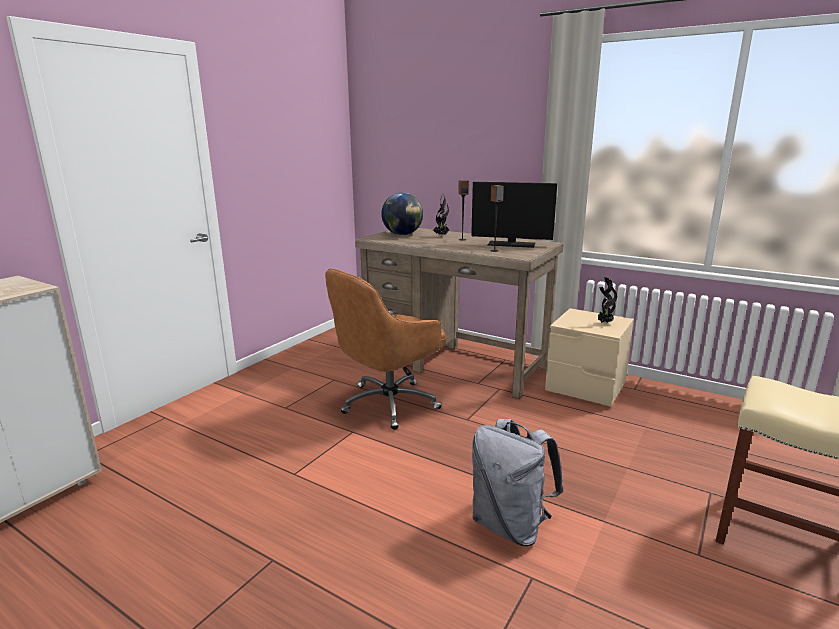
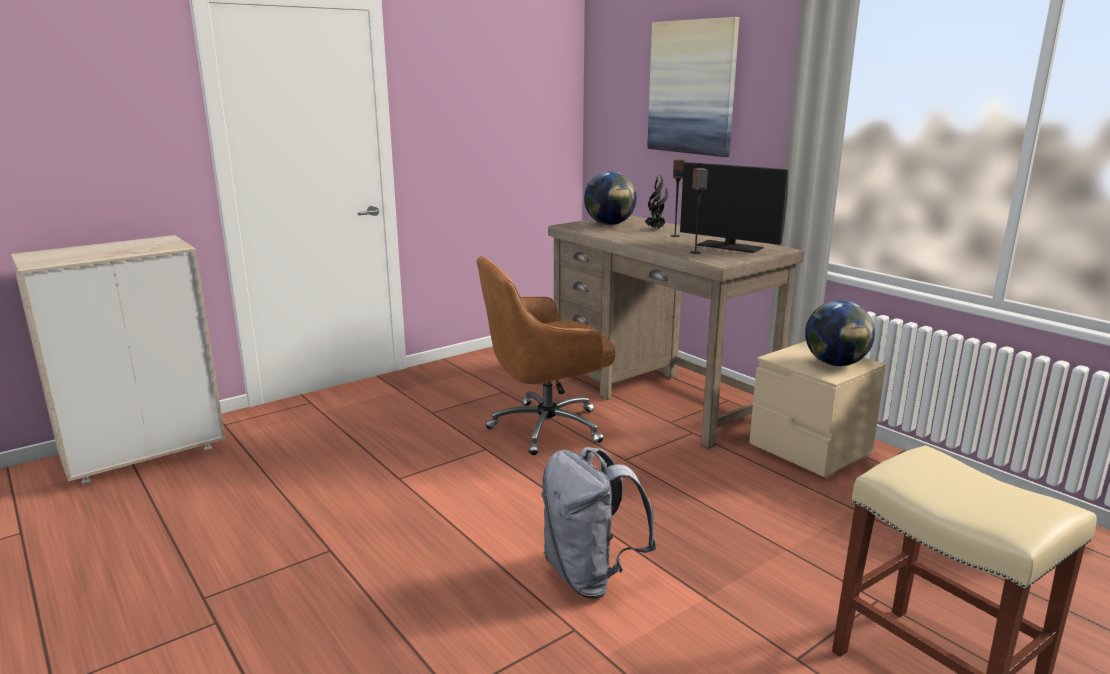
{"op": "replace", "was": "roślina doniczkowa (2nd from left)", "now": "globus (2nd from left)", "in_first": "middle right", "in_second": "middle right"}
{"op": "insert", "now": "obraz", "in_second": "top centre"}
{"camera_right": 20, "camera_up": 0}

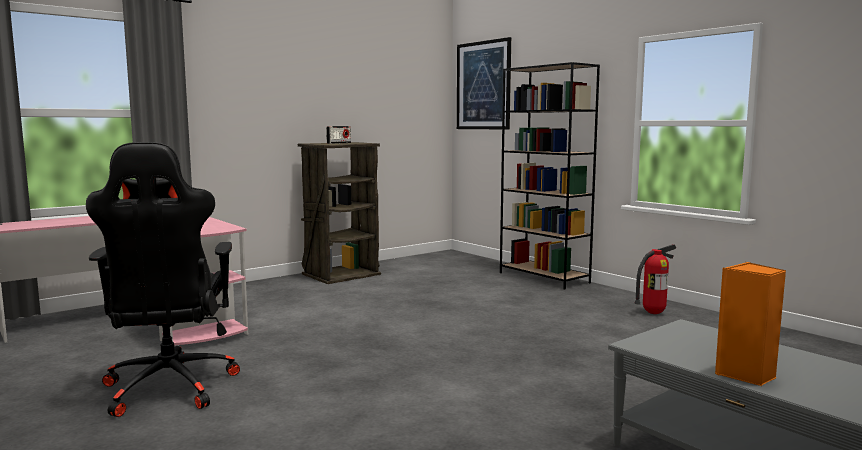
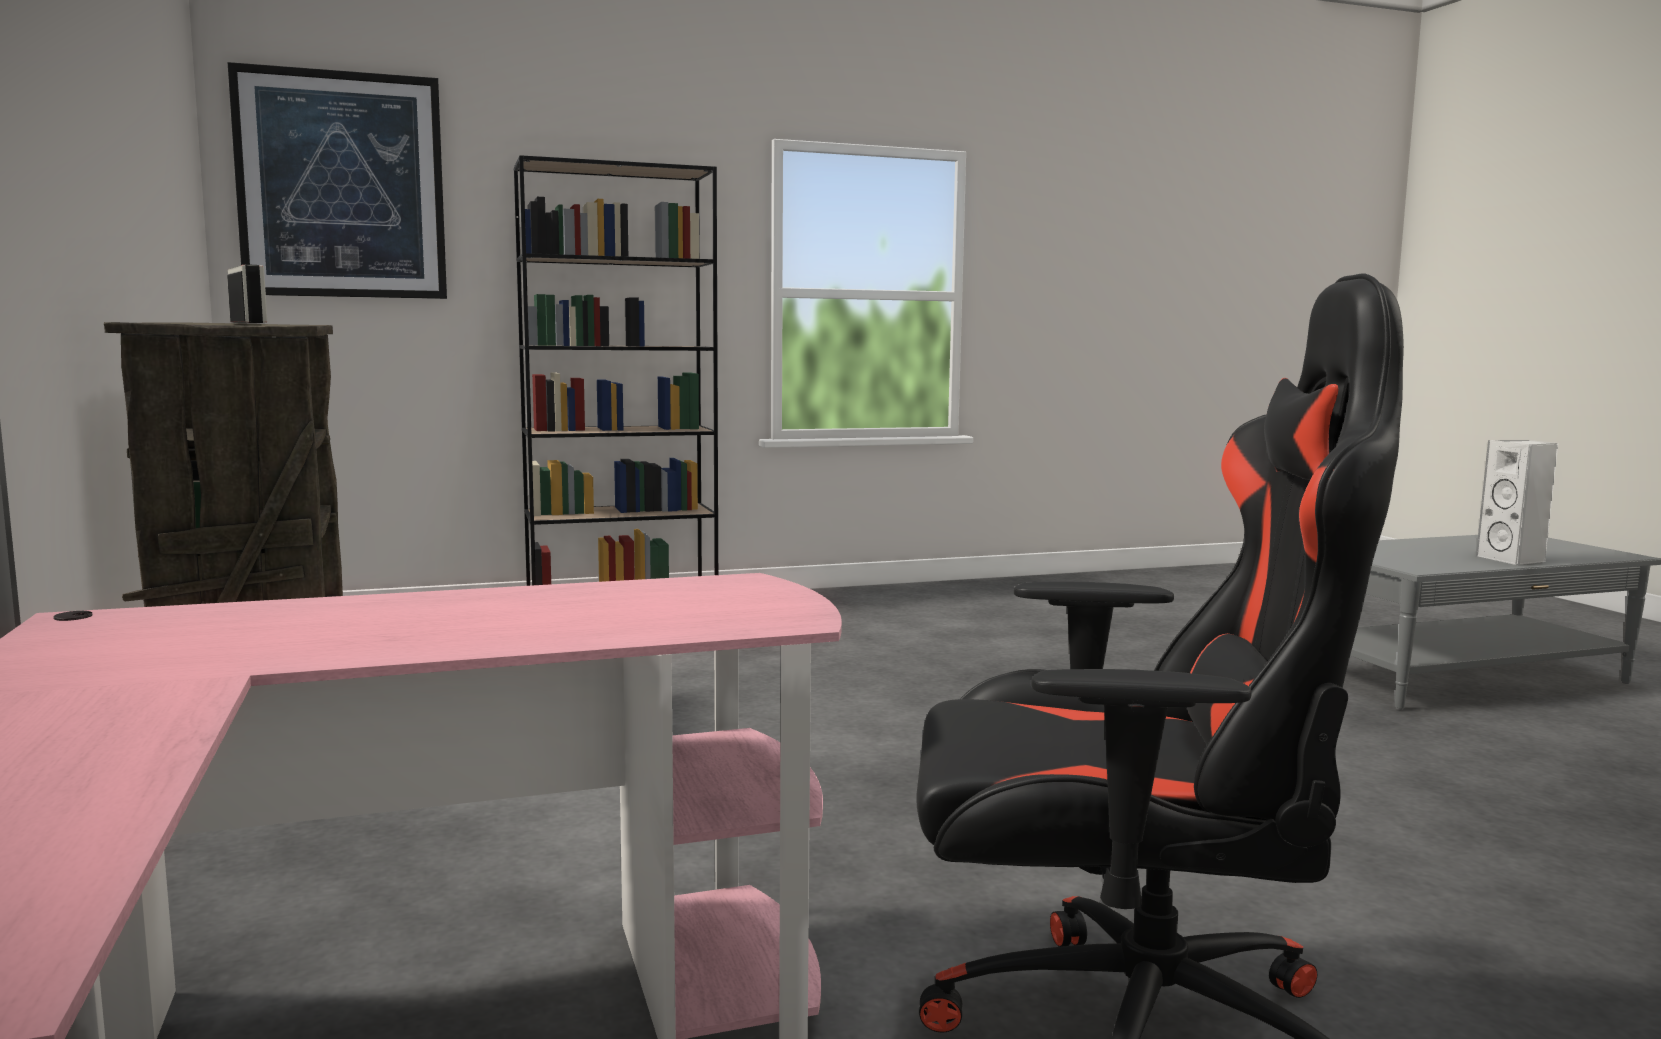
{"op": "delete", "was": "gaśnica", "in_first": "middle right"}
{"op": "recolor", "was": "głośnik/pomarańczowy", "now": "głośnik/biały", "in_first": "bottom right", "in_second": "middle right"}
{"camera_right": -70, "camera_up": 0}

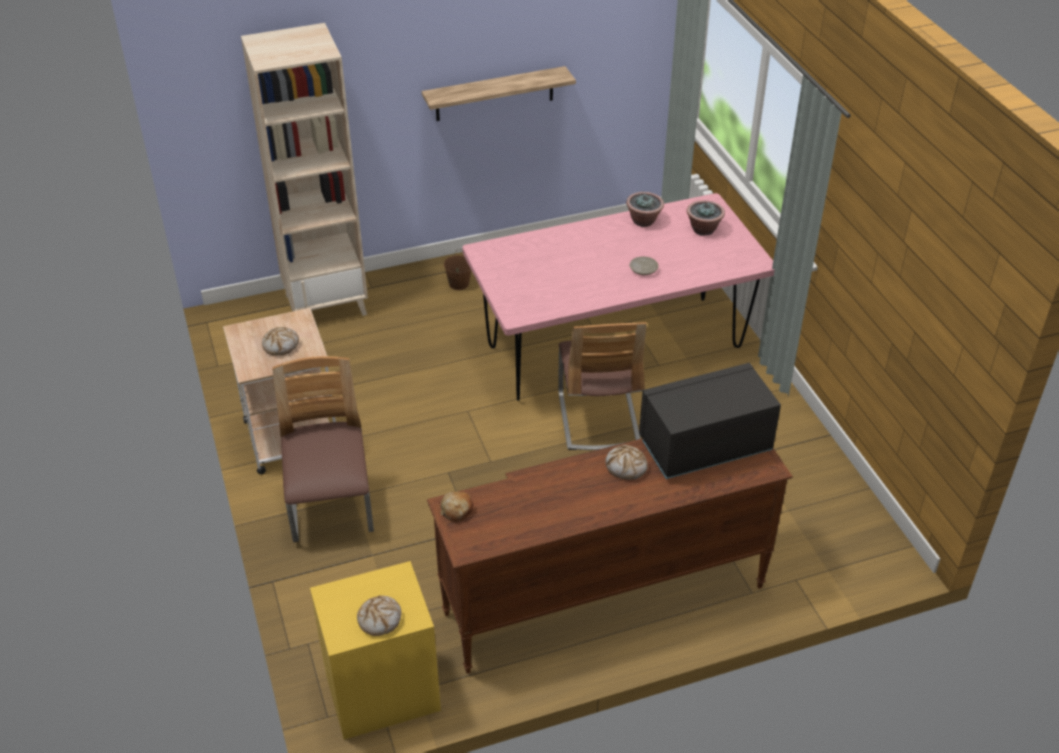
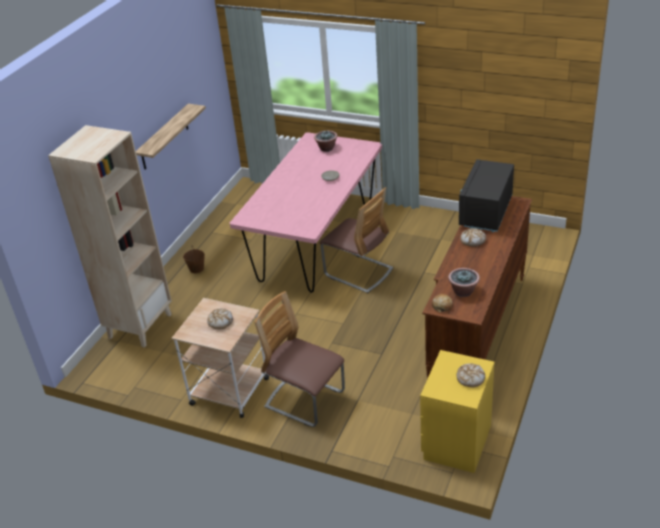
{"op": "move", "was": "roślina doniczkowa (1st from left in the first image)", "now": "roślina doniczkowa (2nd from left)", "in_first": "top centre", "in_second": "middle right"}
{"camera_right": -45, "camera_up": -5}

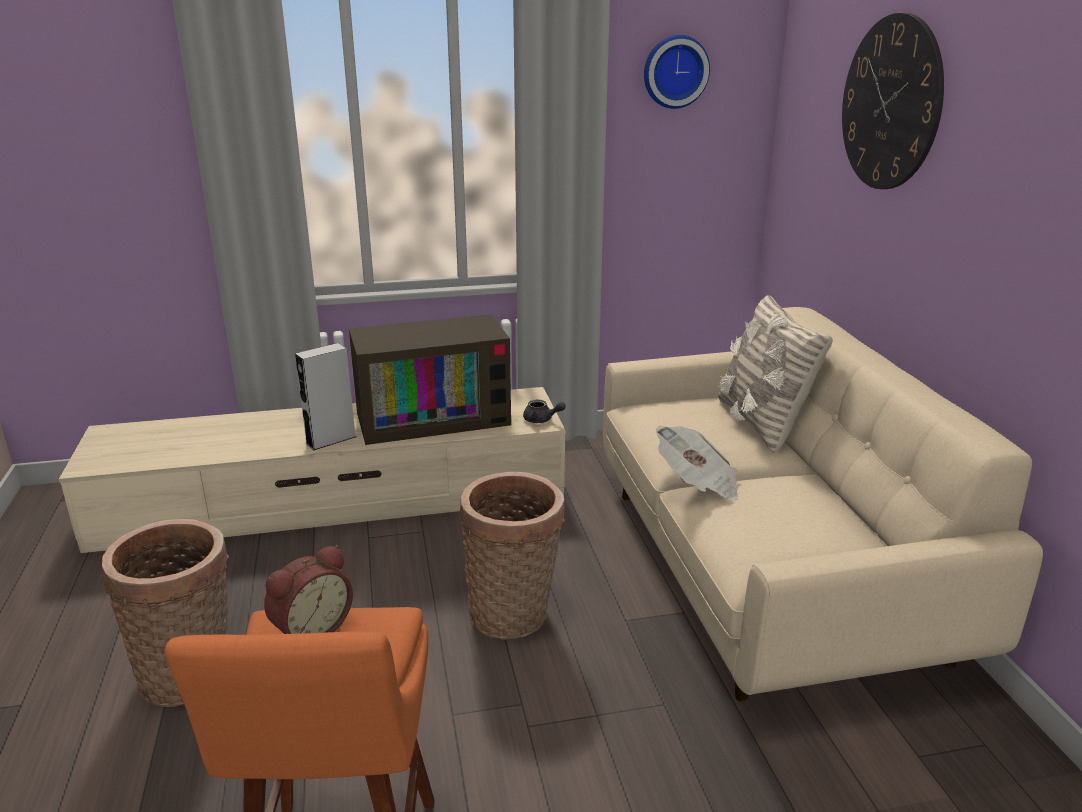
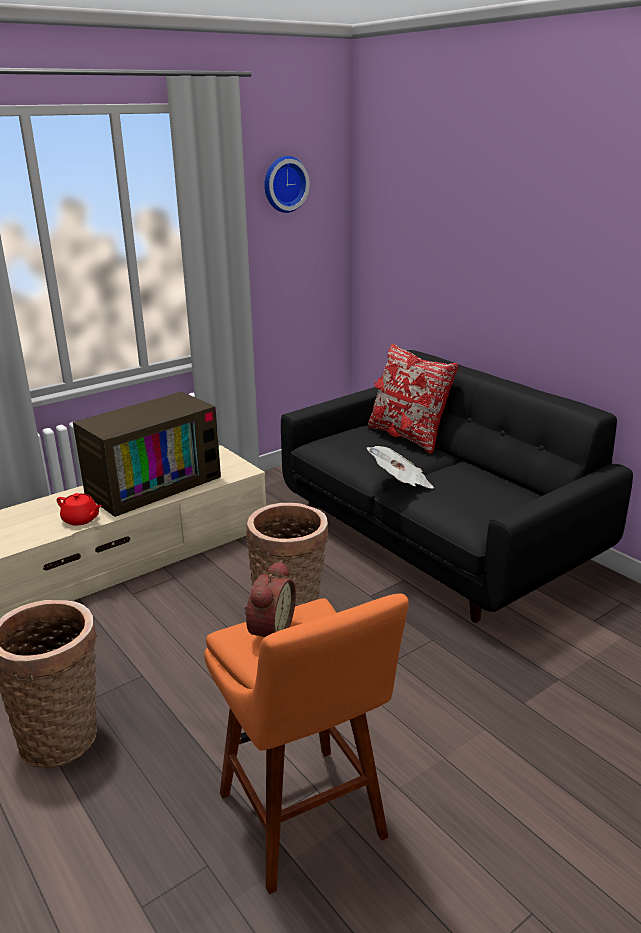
{"op": "replace", "was": "głośnik/szary", "now": "imbryk/czerwony", "in_first": "middle left", "in_second": "middle left"}
{"op": "delete", "was": "imbryk/szary", "in_first": "centre"}
{"op": "recolor", "was": "kanapa/beżowy", "now": "kanapa/czarny", "in_first": "middle right", "in_second": "middle right"}
{"op": "recolor", "was": "poduszka/beżowy", "now": "poduszka/czerwony", "in_first": "middle right", "in_second": "centre"}
{"op": "delete", "was": "zegar ścienny (2nd from left)", "in_first": "top right"}
{"camera_right": -25, "camera_up": 0}

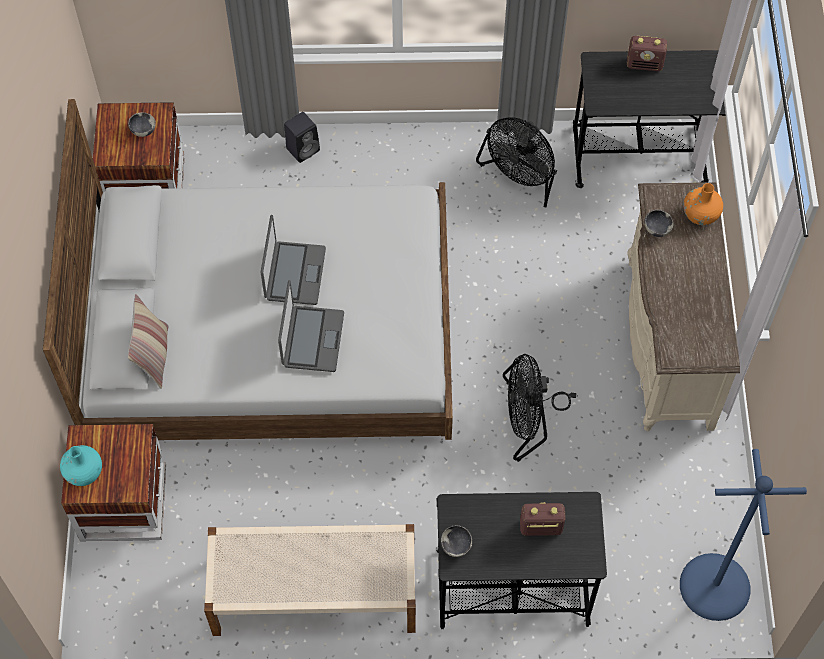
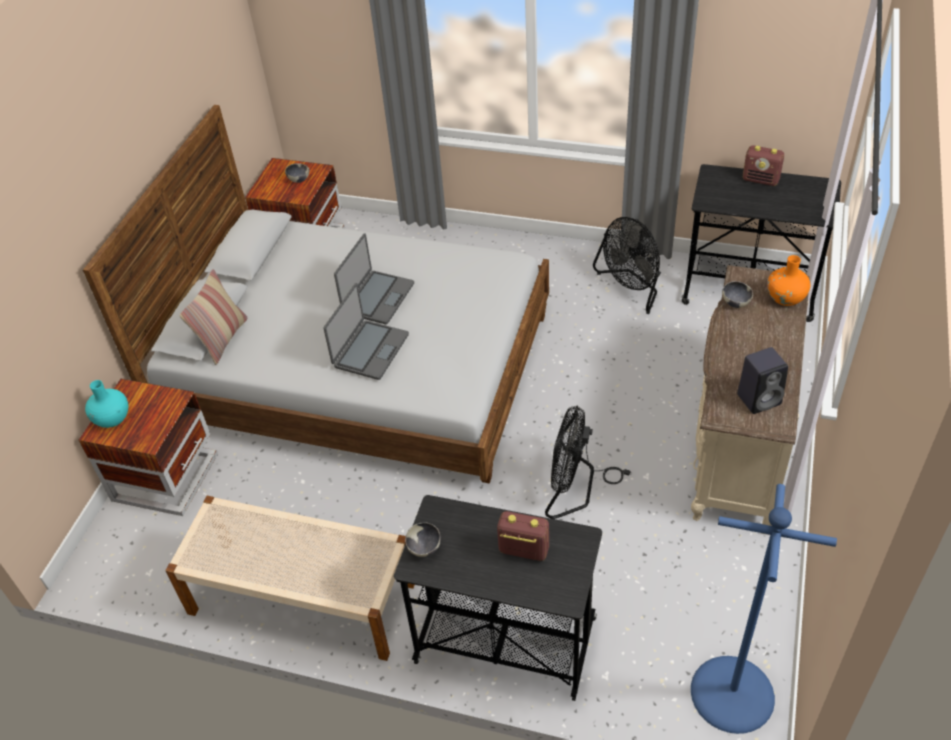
{"op": "move", "was": "głośnik/czarny", "in_first": "top centre", "in_second": "middle right"}
{"camera_right": 20, "camera_up": -15}

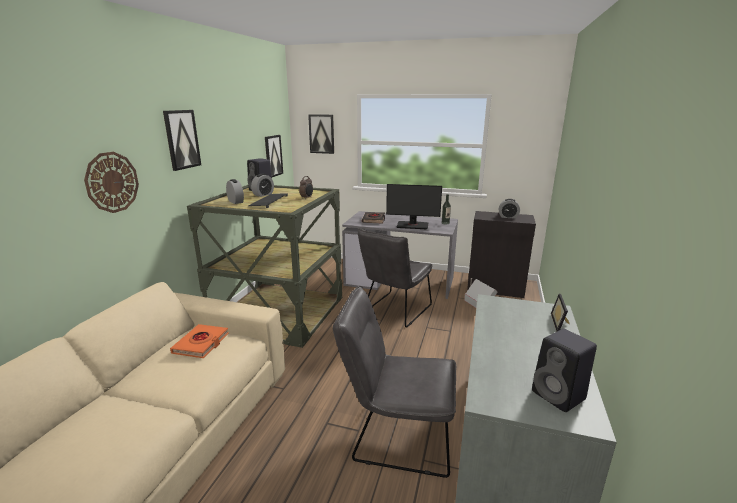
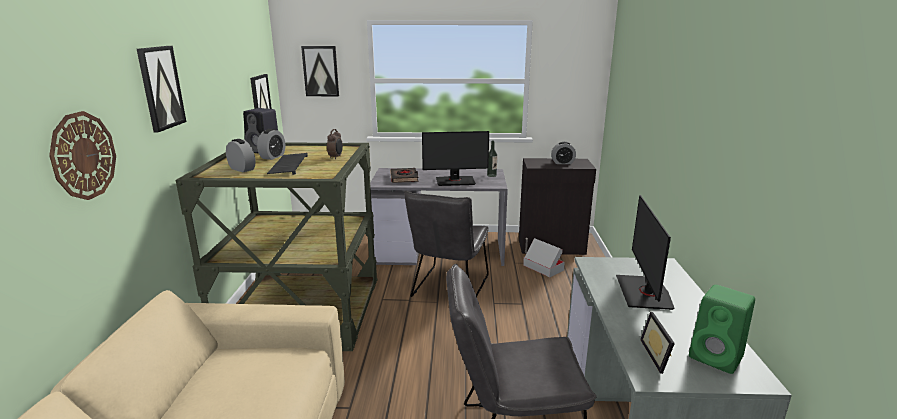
{"op": "delete", "was": "książka/pomarańczowy", "in_first": "bottom left"}
{"op": "recolor", "was": "głośnik/czarny (2nd from left)", "now": "głośnik/zielony", "in_first": "bottom right", "in_second": "bottom right"}
{"op": "move", "was": "ramka na zdjęcie", "in_first": "middle right", "in_second": "bottom right"}
{"op": "insert", "now": "monitor (2nd from left)", "in_second": "middle right"}
{"camera_right": -15, "camera_up": 0}

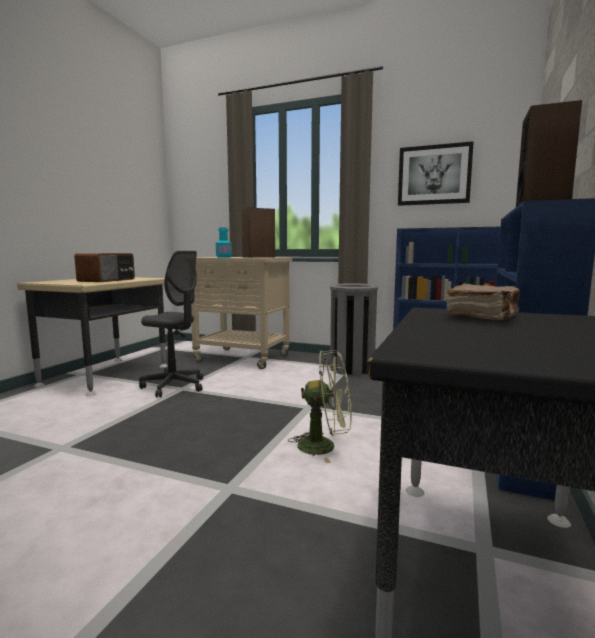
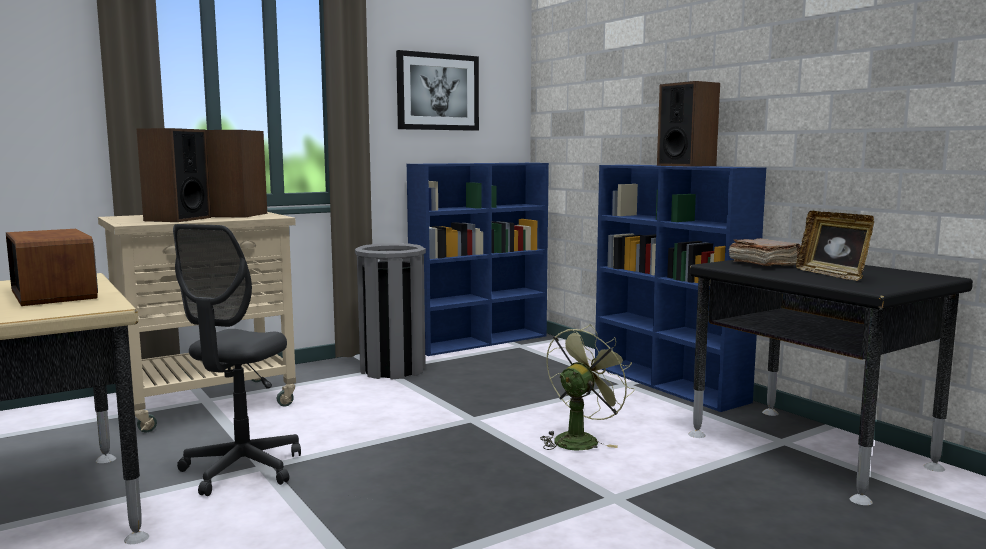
{"op": "rotate", "was": "krzesło biurowe/szary", "in_first": "middle left", "in_second": "middle left", "clockwise": 135}
{"op": "replace", "was": "butelka/turkusowy", "now": "głośnik (1st from left)", "in_first": "centre", "in_second": "top left"}
{"op": "insert", "now": "ramka na zdjęcie", "in_second": "middle right"}
{"camera_right": -55, "camera_up": 0}

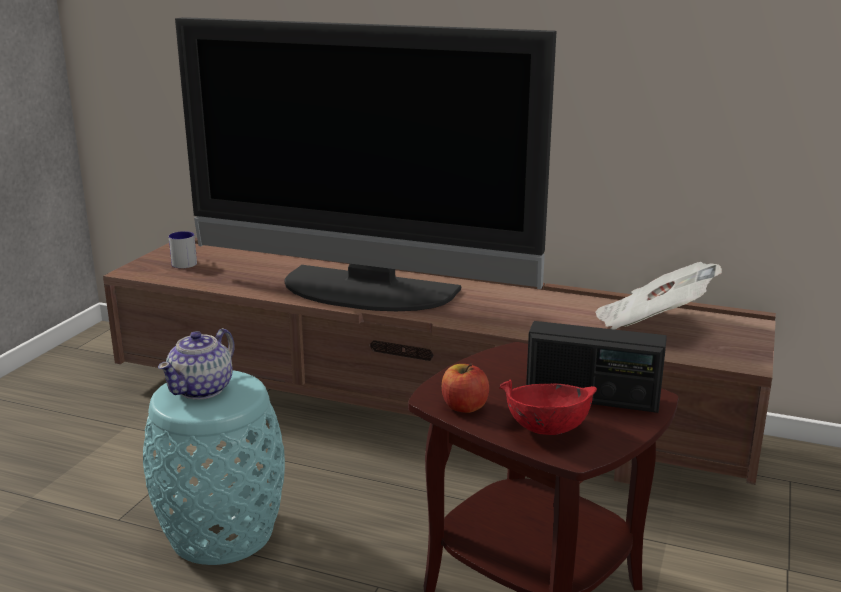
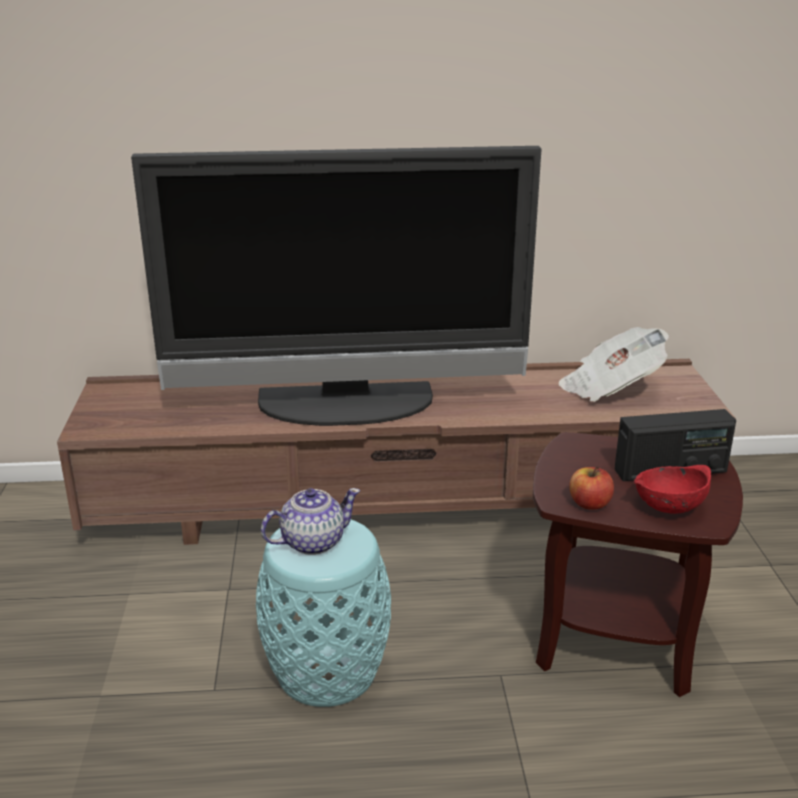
{"op": "rotate", "was": "imbryk", "in_first": "middle left", "in_second": "centre", "clockwise": -120}
{"op": "delete", "was": "kubek", "in_first": "middle left"}
{"camera_right": -25, "camera_up": 5}

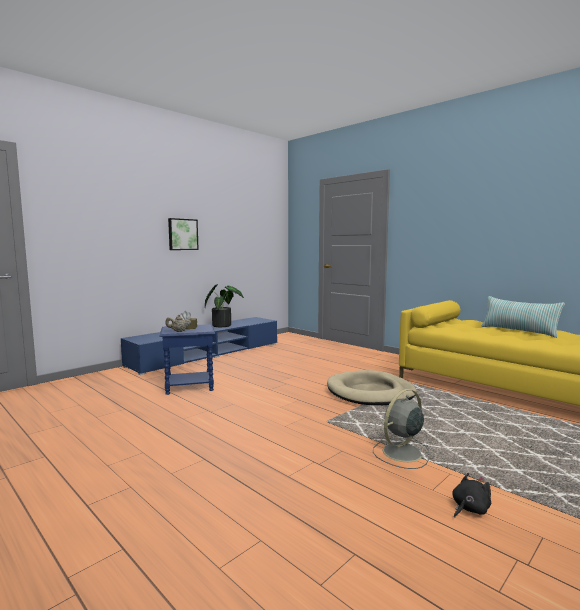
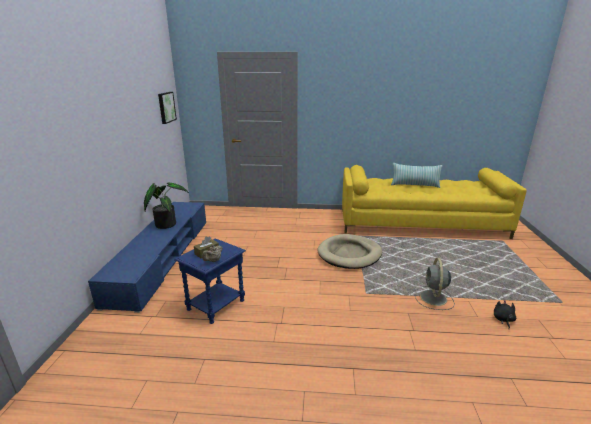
{"op": "move", "was": "obraz", "in_first": "middle left", "in_second": "top left"}
{"camera_right": -40, "camera_up": 15}

